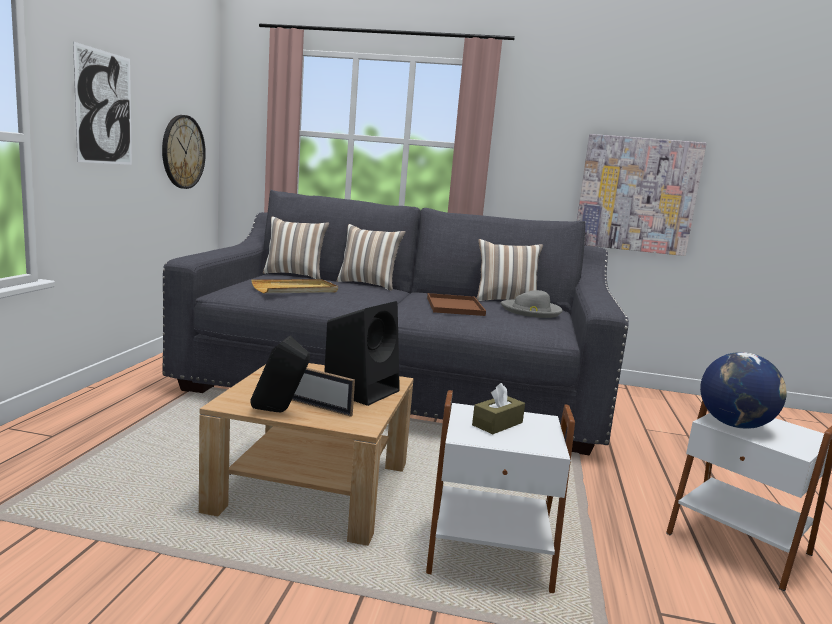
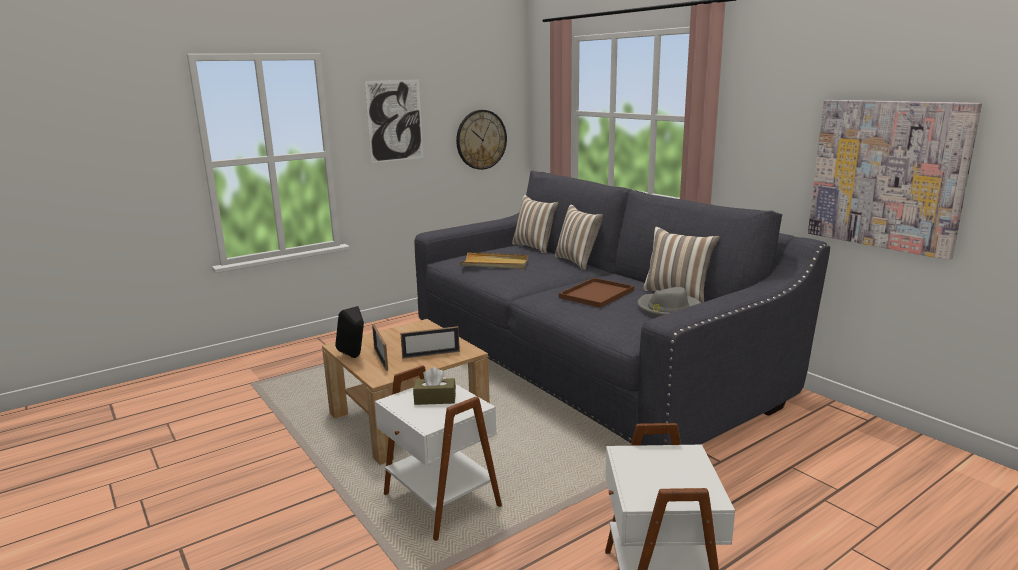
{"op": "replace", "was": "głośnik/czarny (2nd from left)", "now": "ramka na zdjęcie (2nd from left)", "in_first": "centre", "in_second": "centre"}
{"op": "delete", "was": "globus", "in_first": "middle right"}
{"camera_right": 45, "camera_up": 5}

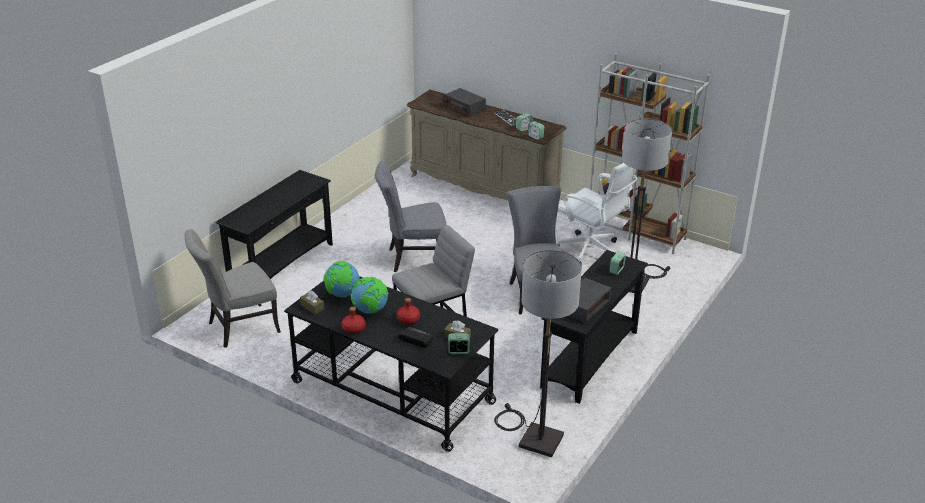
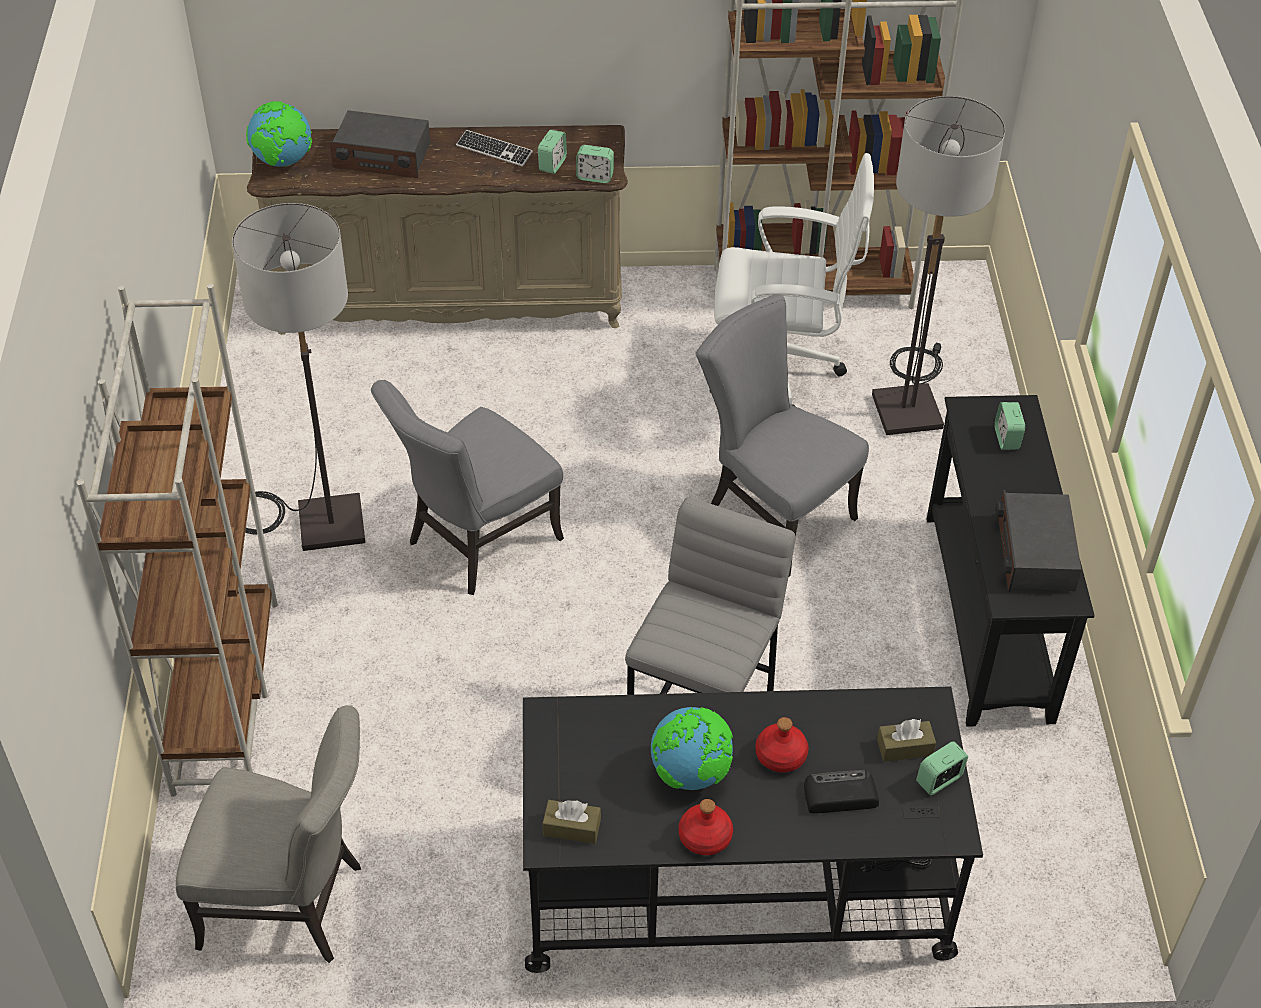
{"op": "rotate", "was": "krzesło/szary (1st from left)", "in_first": "middle left", "in_second": "bottom left", "clockwise": -105}
{"op": "replace", "was": "stolik konsolowy/czarny (1st from left)", "now": "regał/brązowy (1st from left)", "in_first": "middle left", "in_second": "middle left"}
{"op": "move", "was": "globus (1st from left)", "in_first": "centre", "in_second": "top left"}
{"op": "move", "was": "lampa stojąca (1st from left)", "in_first": "bottom centre", "in_second": "middle left"}
{"camera_right": -35, "camera_up": 15}

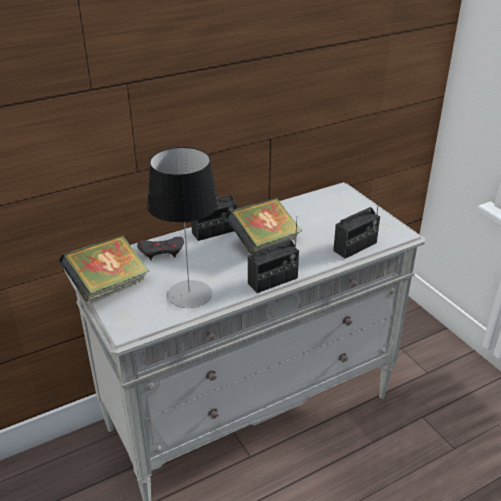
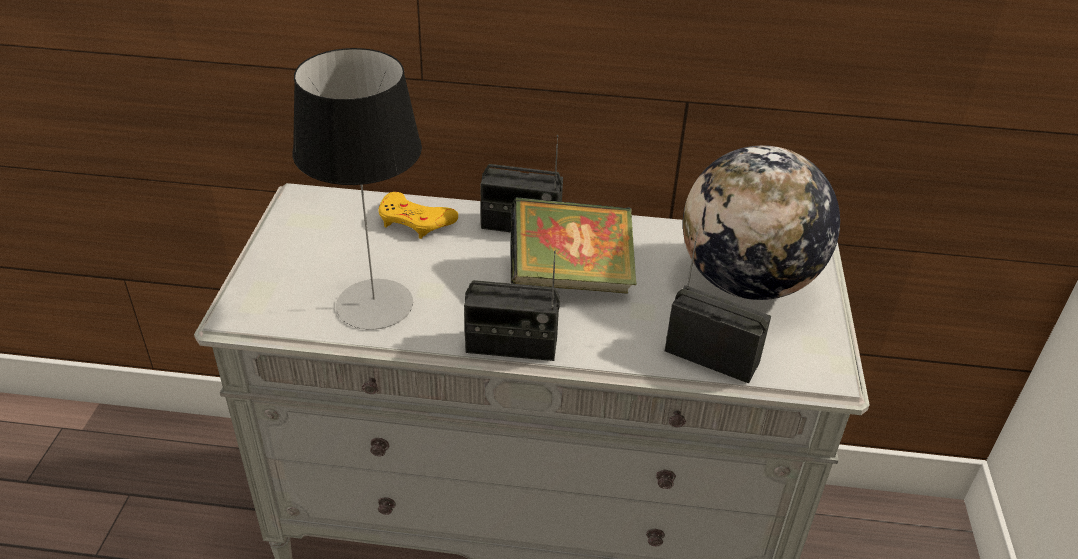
{"op": "delete", "was": "książka (1st from left)", "in_first": "middle left"}
{"op": "recolor", "was": "pad do gier/szary", "now": "pad do gier/żółty", "in_first": "middle left", "in_second": "centre"}
{"op": "rotate", "was": "radio (3rd from left)", "in_first": "middle right", "in_second": "centre", "clockwise": -150}
{"op": "insert", "now": "globus", "in_second": "middle right"}
{"camera_right": 35, "camera_up": 5}

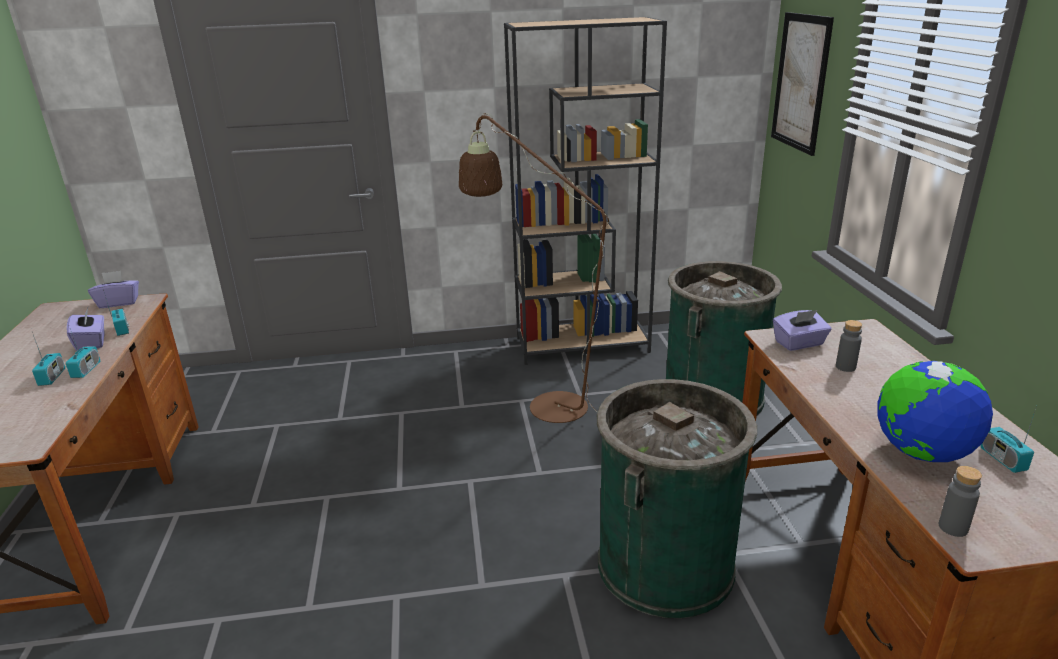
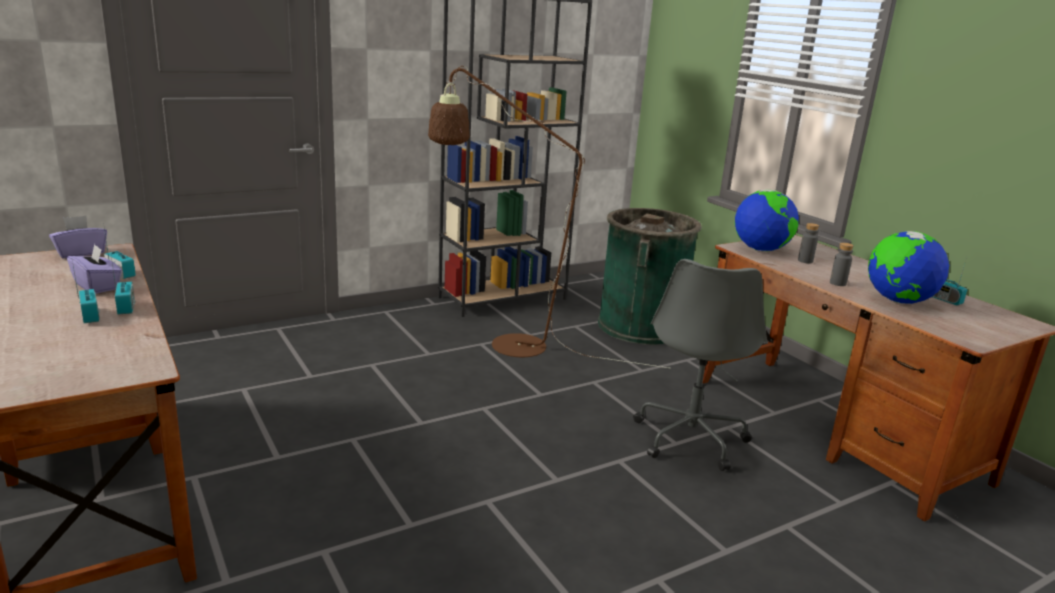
{"op": "replace", "was": "kosz na śmieci/zielony (1st from left)", "now": "krzesło biurowe/szary", "in_first": "bottom centre", "in_second": "centre"}
{"op": "delete", "was": "obraz", "in_first": "top right"}
{"op": "replace", "was": "pudełko chusteczek/fioletowy (3rd from left)", "now": "globus (1st from left)", "in_first": "middle right", "in_second": "middle right"}
{"op": "move", "was": "butelka/szary (2nd from left)", "in_first": "bottom right", "in_second": "middle right"}
{"camera_right": -25, "camera_up": -5}

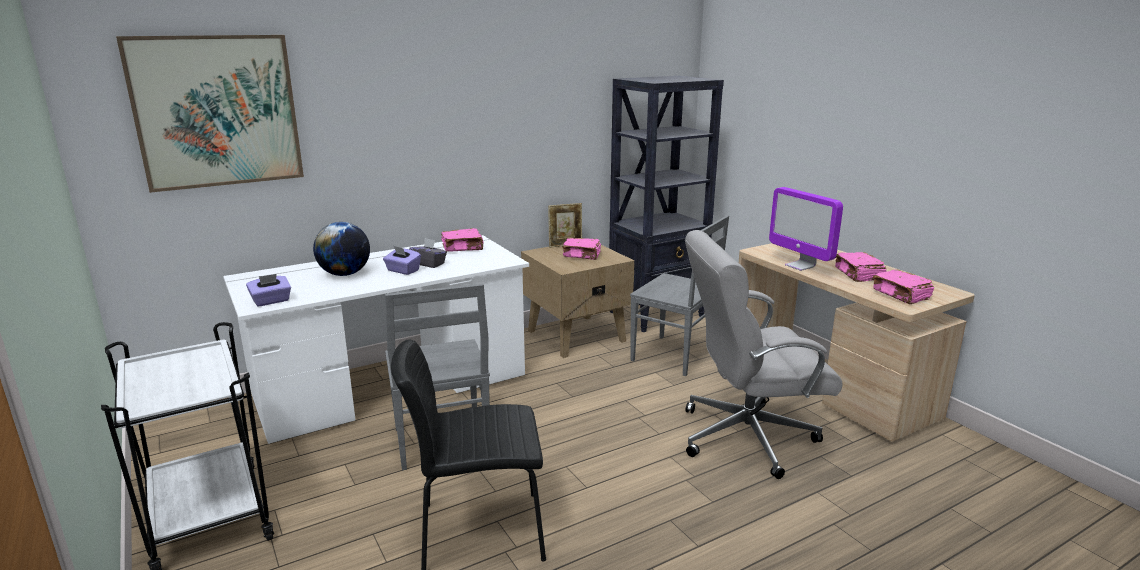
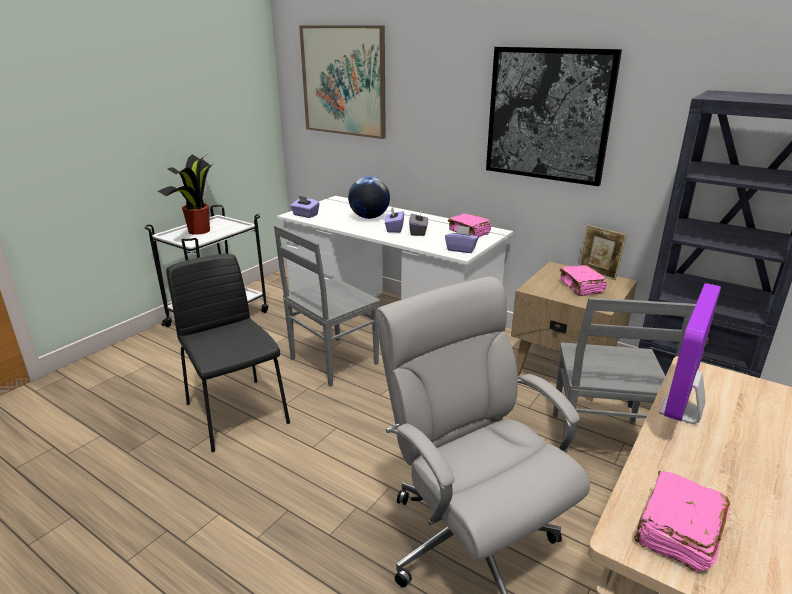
{"op": "delete", "was": "książka/różowy (3rd from left)", "in_first": "middle right"}
{"op": "insert", "now": "roślina doniczkowa", "in_second": "top left"}
{"op": "insert", "now": "pudełko chusteczek/fioletowy (3rd from left)", "in_second": "centre"}
{"op": "insert", "now": "obraz (2nd from left)", "in_second": "top right"}
{"camera_right": 65, "camera_up": 5}

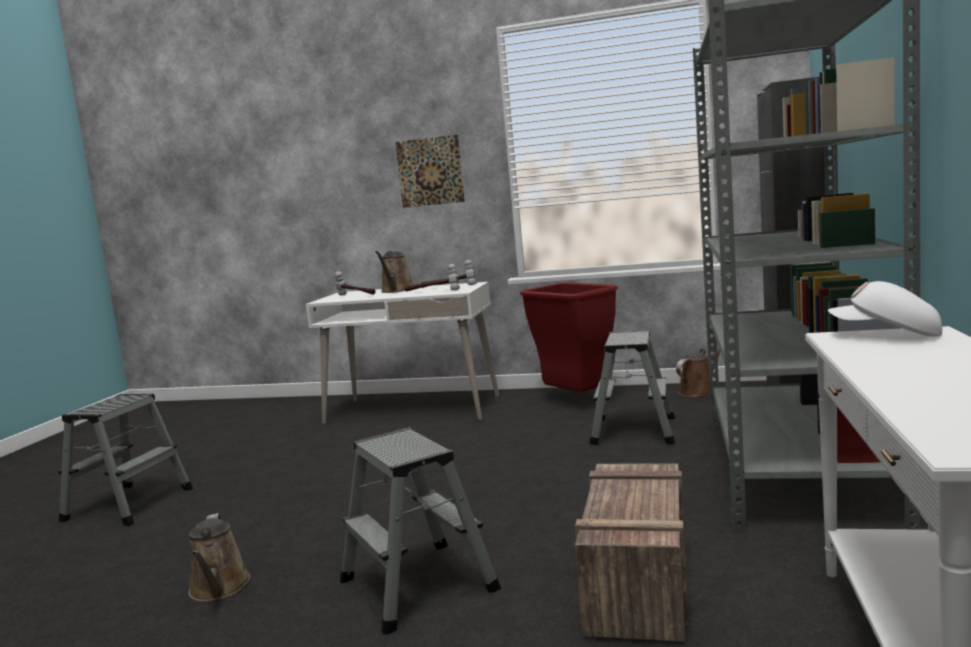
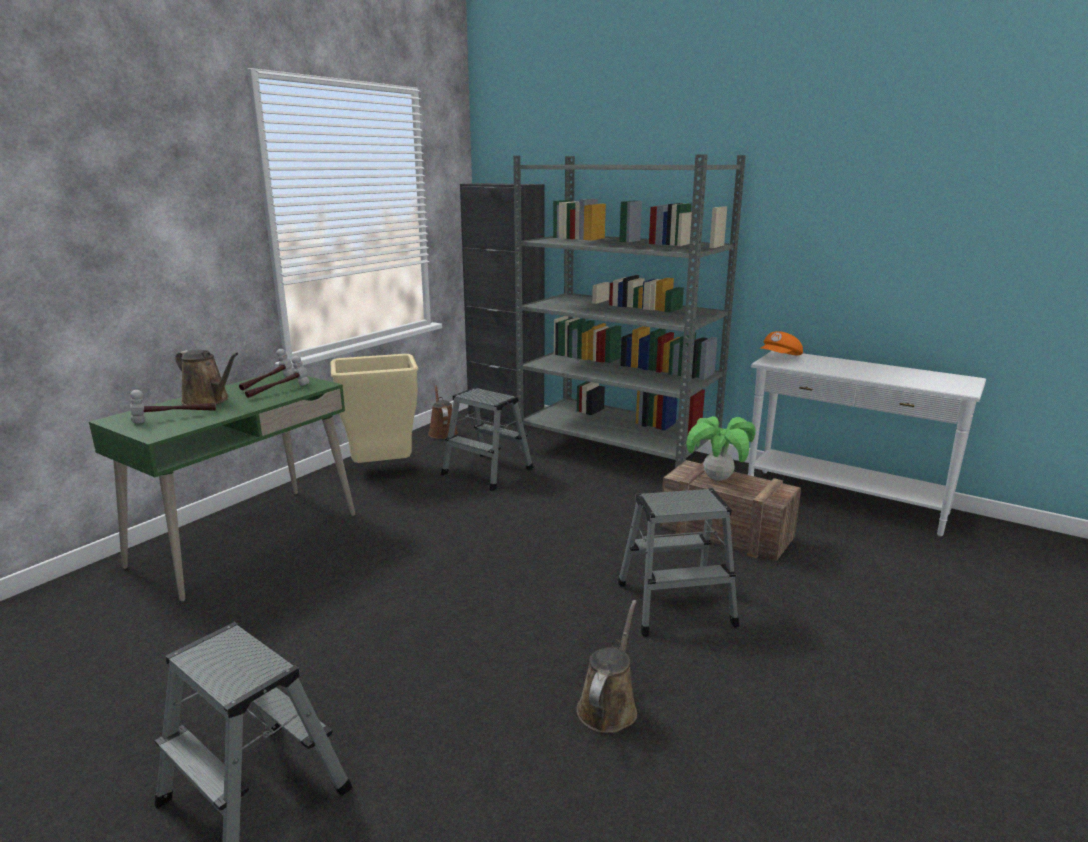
{"op": "rotate", "was": "konewka/brązowy (1st from left in the first image)", "in_first": "bottom left", "in_second": "bottom centre", "clockwise": -75}
{"op": "recolor", "was": "biurko/biały", "now": "biurko/zielony", "in_first": "centre", "in_second": "middle left"}
{"op": "delete", "was": "obraz", "in_first": "top centre"}
{"op": "recolor", "was": "kosz na śmieci/czerwony", "now": "kosz na śmieci/beżowy", "in_first": "centre", "in_second": "centre"}
{"op": "recolor", "was": "czapka z daszkiem/biały", "now": "czapka z daszkiem/pomarańczowy", "in_first": "middle right", "in_second": "middle right"}
{"op": "insert", "now": "roślina doniczkowa", "in_second": "centre"}
{"camera_right": -70, "camera_up": 10}

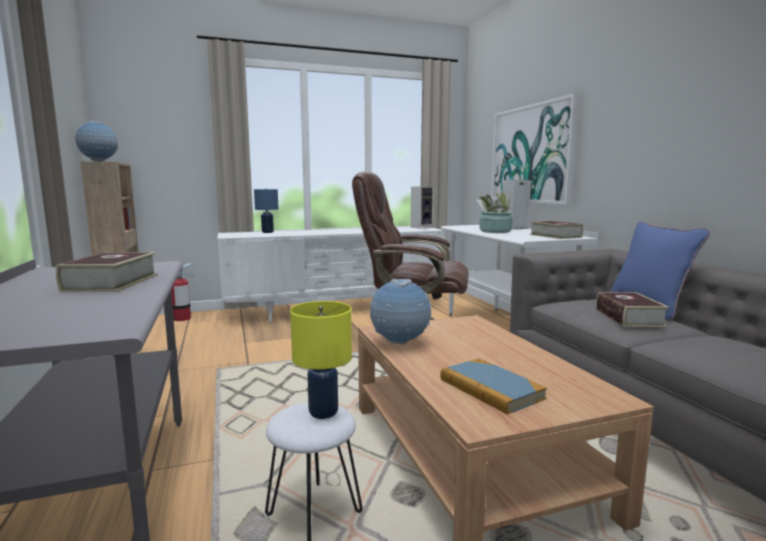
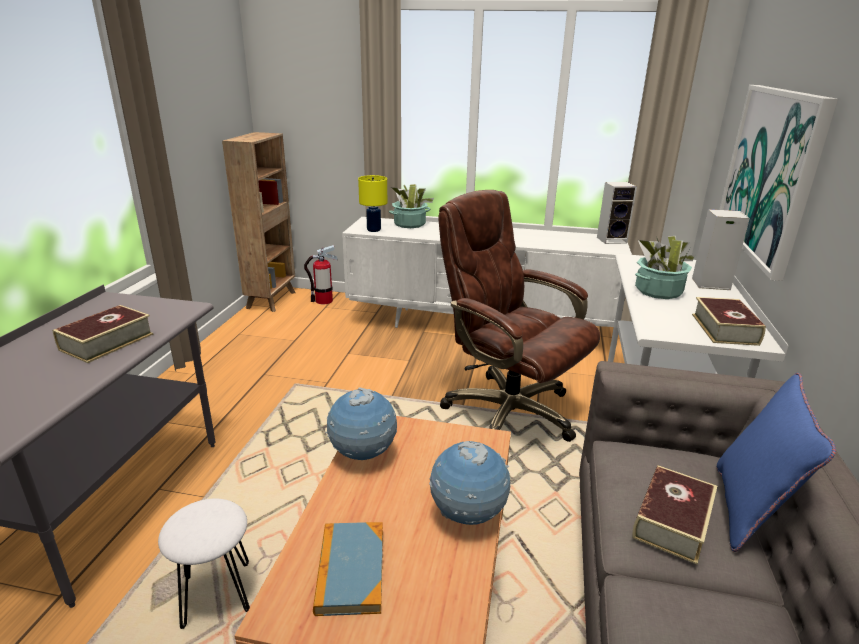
{"op": "move", "was": "globus (1st from left in the first image)", "now": "globus (2nd from left)", "in_first": "top left", "in_second": "bottom centre"}
{"op": "replace", "was": "lampa stołowa/niebieski", "now": "roślina doniczkowa (1st from left)", "in_first": "centre", "in_second": "top centre"}
{"op": "move", "was": "lampa stołowa/żółty", "in_first": "centre", "in_second": "top centre"}
{"camera_right": 30, "camera_up": 15}

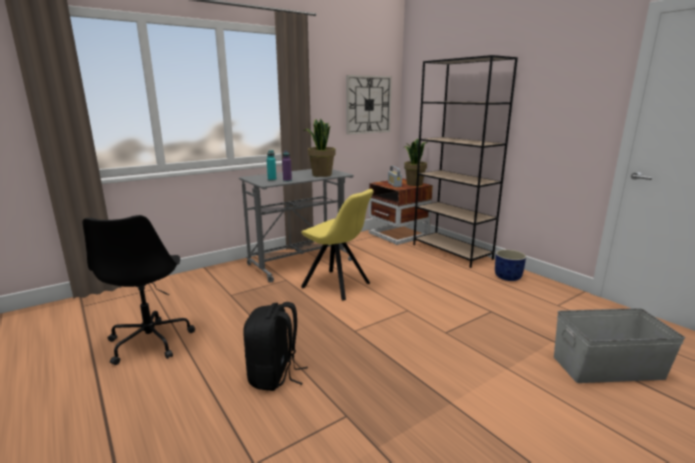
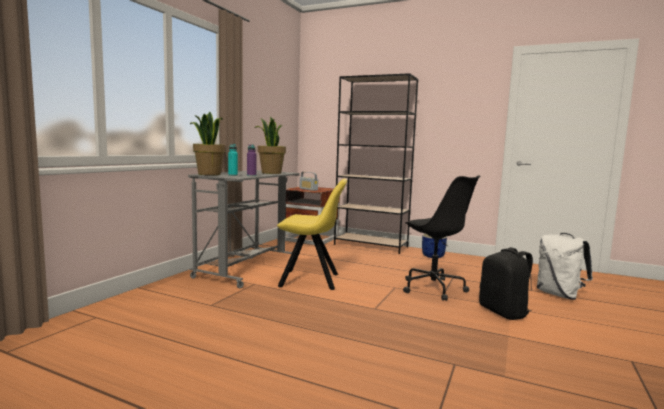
{"op": "move", "was": "krzesło biurowe/czarny", "in_first": "middle left", "in_second": "centre"}
{"op": "move", "was": "plecak/czarny", "in_first": "bottom centre", "in_second": "bottom right"}
{"op": "delete", "was": "zegar ścienny", "in_first": "top centre"}
{"op": "move", "was": "roślina doniczkowa (2nd from left in the first image)", "now": "roślina doniczkowa (1st from left)", "in_first": "centre", "in_second": "middle left"}
{"op": "replace", "was": "pojemnik do przechowywania/szary", "now": "plecak/biały", "in_first": "bottom right", "in_second": "middle right"}
{"camera_right": -30, "camera_up": -10}

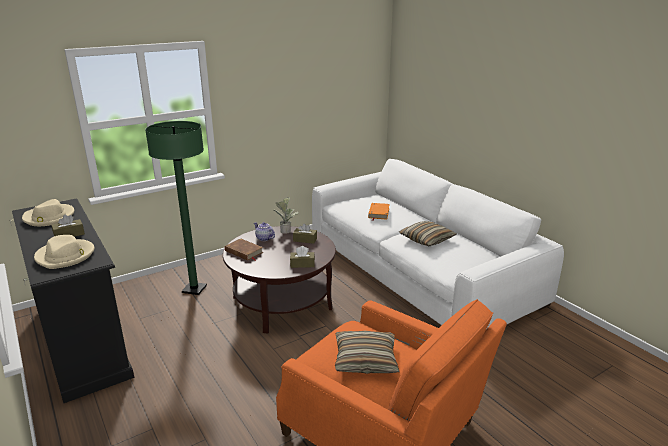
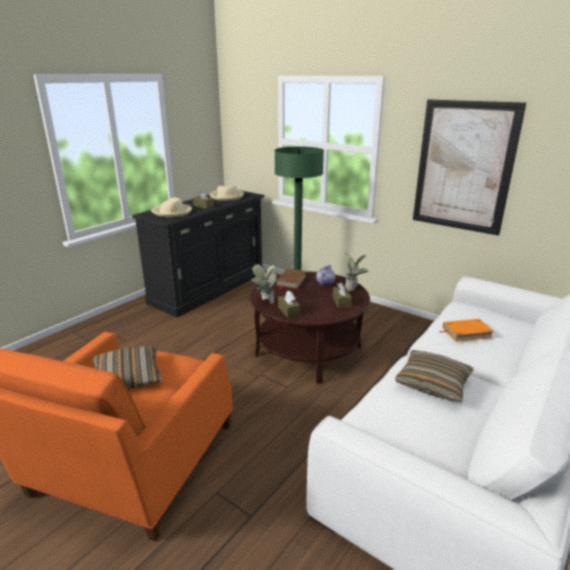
{"op": "insert", "now": "roślina doniczkowa (1st from left)", "in_second": "centre"}
{"op": "insert", "now": "obraz", "in_second": "top right"}
{"camera_right": 70, "camera_up": 0}

